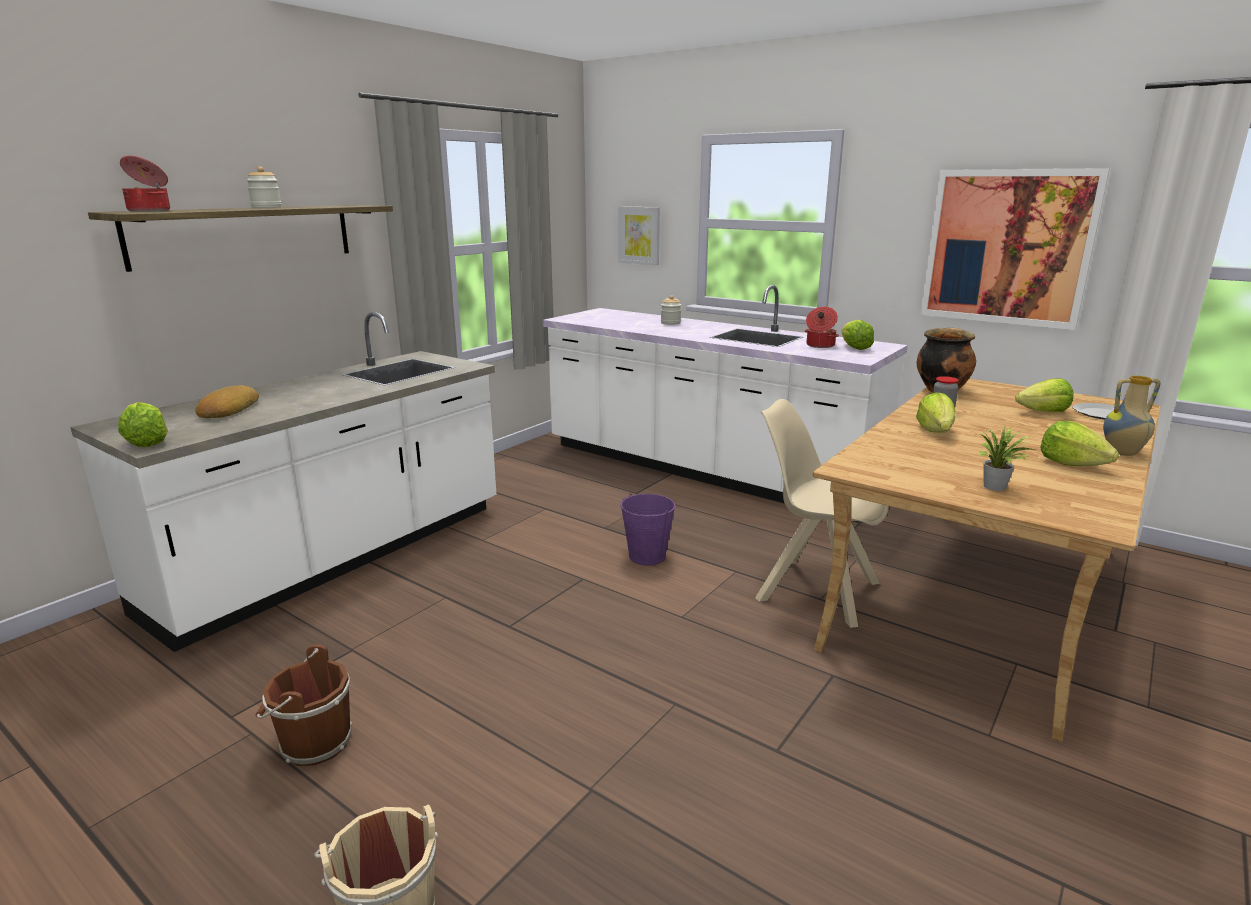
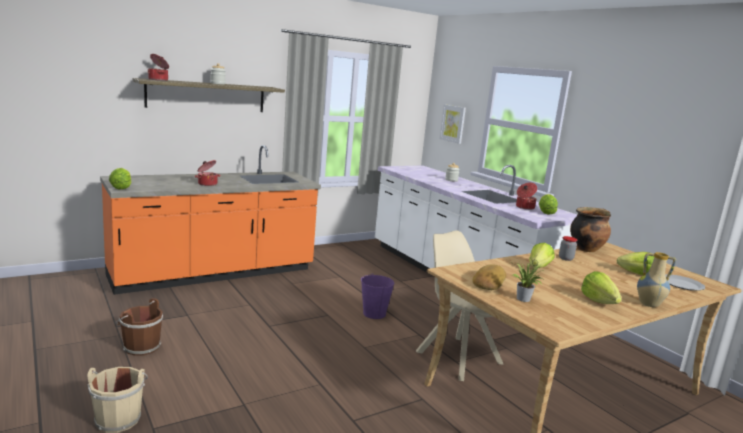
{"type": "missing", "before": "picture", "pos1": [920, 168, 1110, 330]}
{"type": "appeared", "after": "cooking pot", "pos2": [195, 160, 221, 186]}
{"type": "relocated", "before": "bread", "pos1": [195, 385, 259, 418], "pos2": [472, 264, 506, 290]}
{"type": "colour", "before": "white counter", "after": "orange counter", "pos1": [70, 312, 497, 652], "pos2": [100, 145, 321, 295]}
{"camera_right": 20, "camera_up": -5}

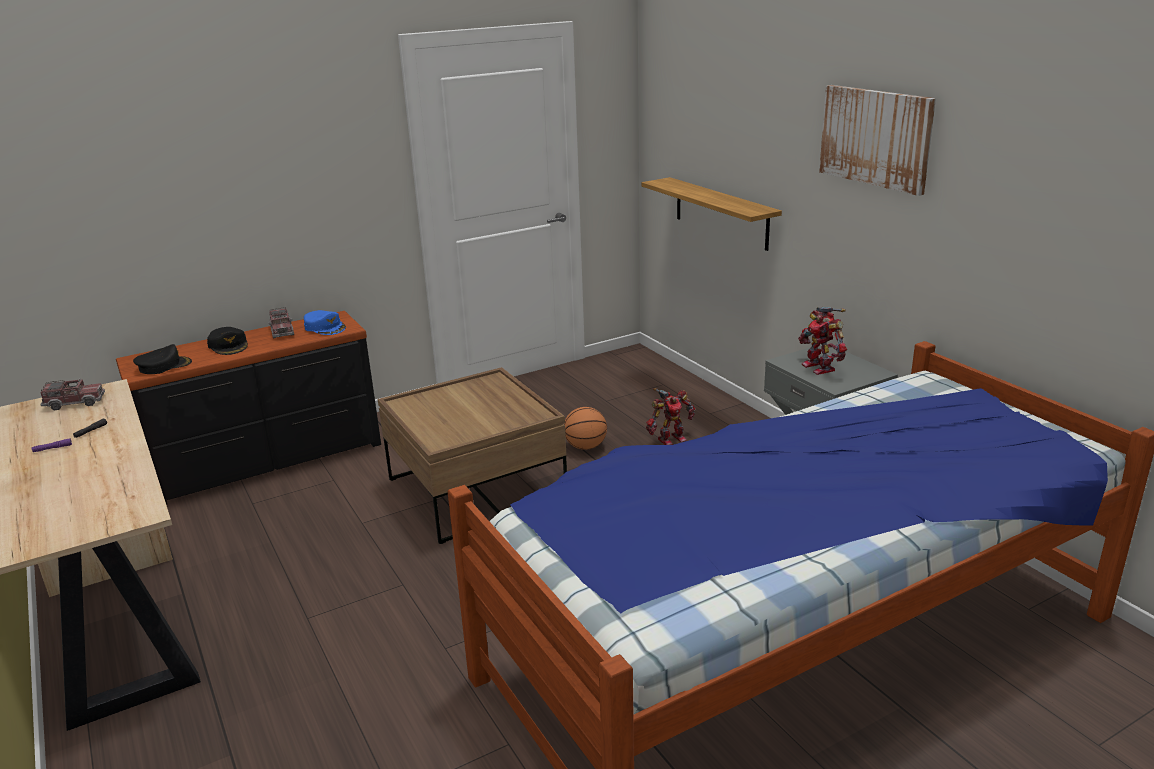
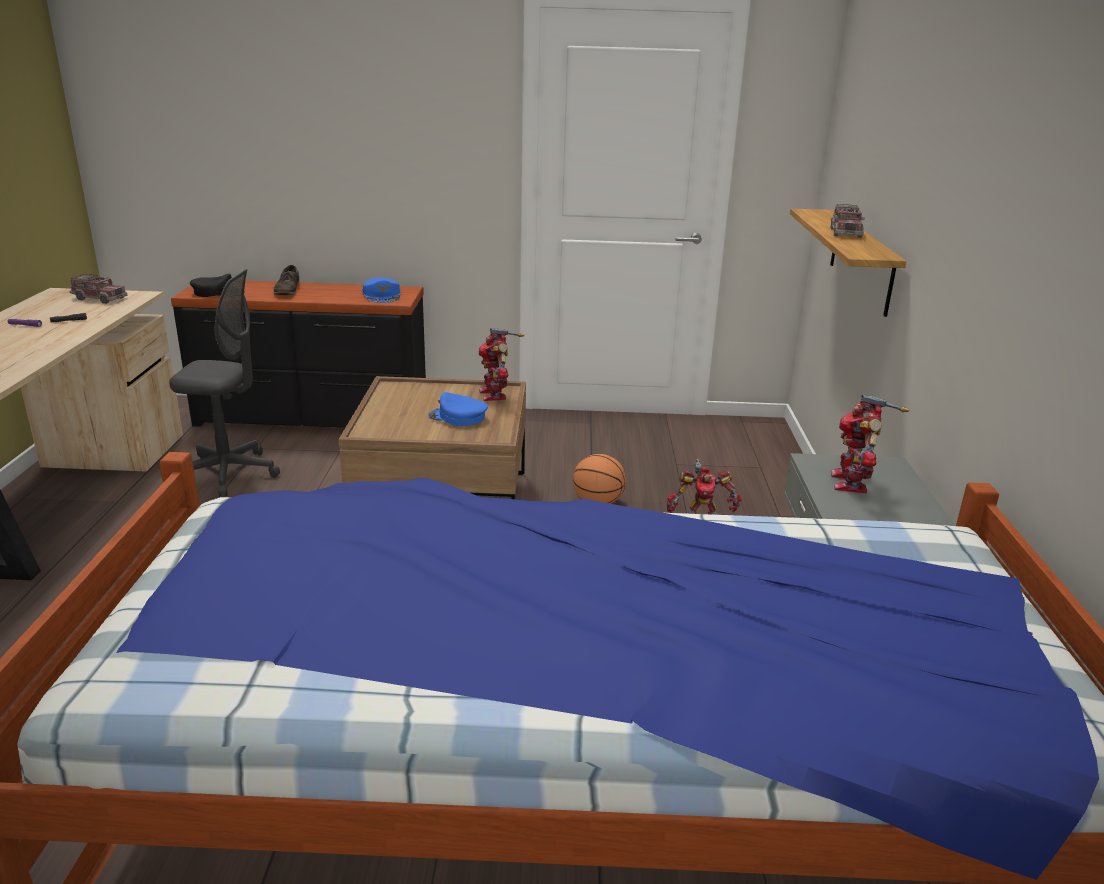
{"type": "missing", "before": "picture", "pos1": [819, 85, 936, 196]}
{"type": "appeared", "after": "grey office chair", "pos2": [169, 269, 280, 497]}
{"type": "appeared", "after": "blue cap", "pos2": [428, 392, 488, 426]}
{"type": "appeared", "after": "toy robot", "pos2": [479, 328, 524, 401]}
{"type": "relocated", "before": "toy truck", "pos1": [269, 307, 294, 338], "pos2": [831, 204, 865, 238]}
{"type": "exchanged", "before": "black cap", "after": "brown shoe", "pos1": [207, 327, 248, 355], "pos2": [273, 265, 299, 295]}
{"camera_right": 30, "camera_up": 0}

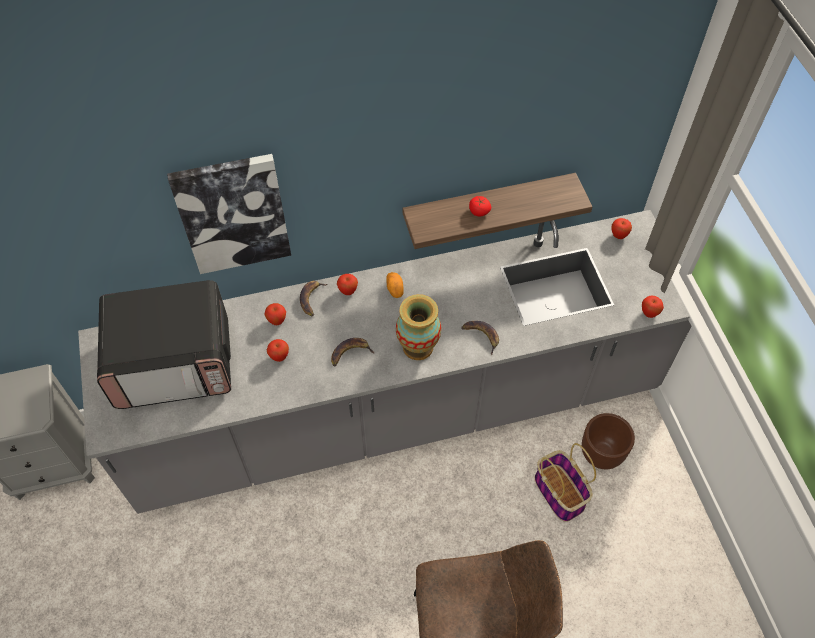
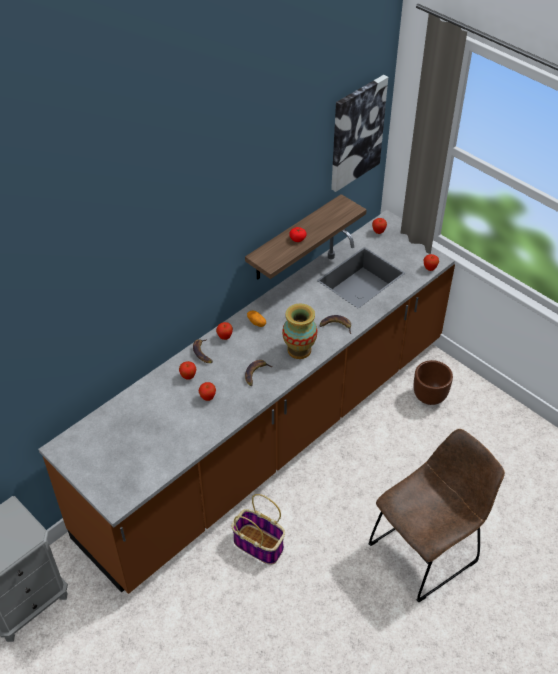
{"type": "missing", "before": "microwave", "pos1": [97, 280, 231, 409]}
{"type": "relocated", "before": "picture", "pos1": [167, 154, 291, 274], "pos2": [331, 75, 388, 192]}
{"type": "relocated", "before": "basket", "pos1": [535, 443, 596, 522], "pos2": [231, 494, 285, 565]}
{"type": "colour", "before": "grey counter", "after": "brown counter", "pos1": [78, 210, 691, 514], "pos2": [38, 210, 455, 594]}
{"camera_right": -30, "camera_up": -10}

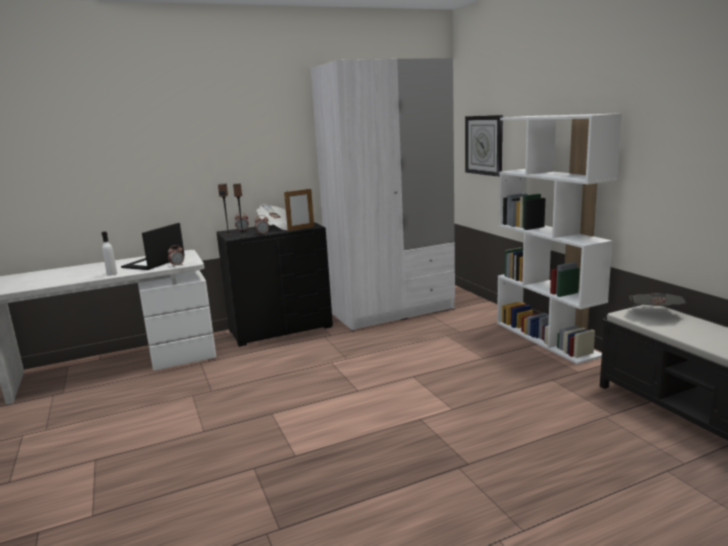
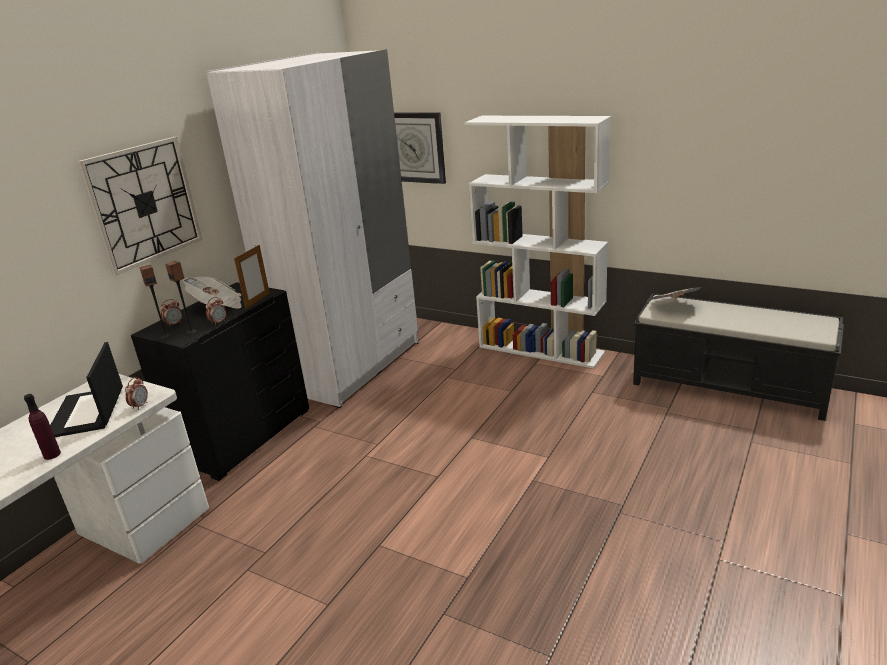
{"type": "appeared", "after": "wall clock", "pos2": [77, 137, 202, 275]}
{"type": "colour", "before": "white bottle", "after": "purple bottle", "pos1": [102, 231, 117, 276], "pos2": [24, 394, 61, 460]}
{"camera_right": -35, "camera_up": 10}

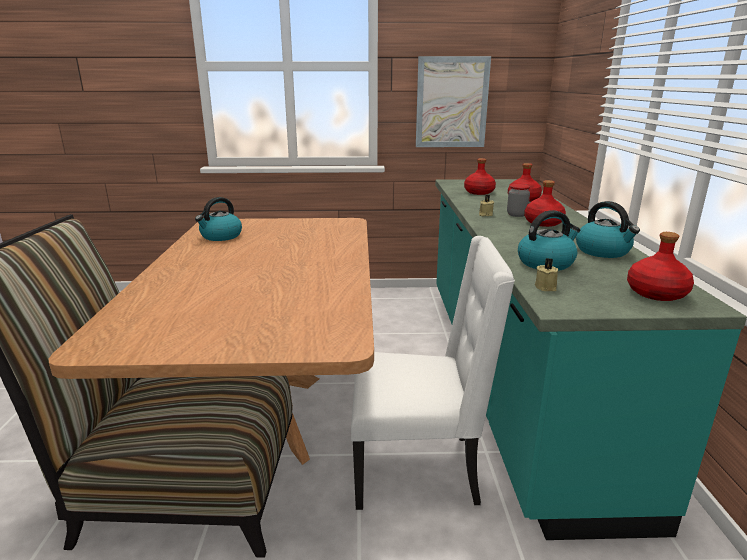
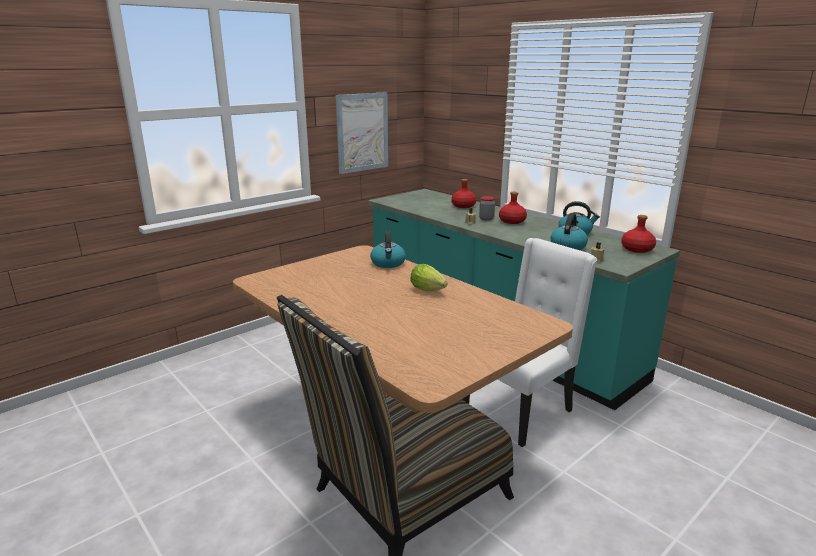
{"type": "missing", "before": "red bottle", "pos1": [464, 158, 496, 195]}
{"type": "appeared", "after": "lettuce", "pos2": [410, 264, 448, 291]}
{"type": "relocated", "before": "kettle", "pos1": [195, 197, 242, 241], "pos2": [370, 230, 406, 268]}
{"camera_right": -40, "camera_up": 0}

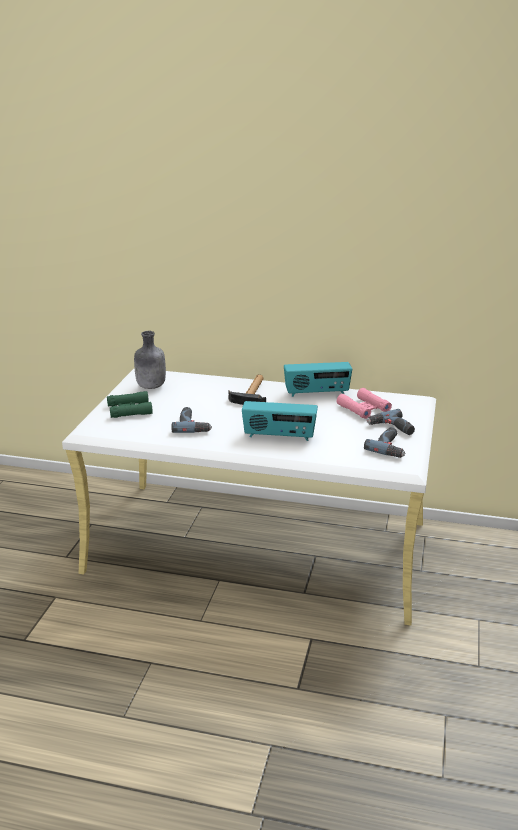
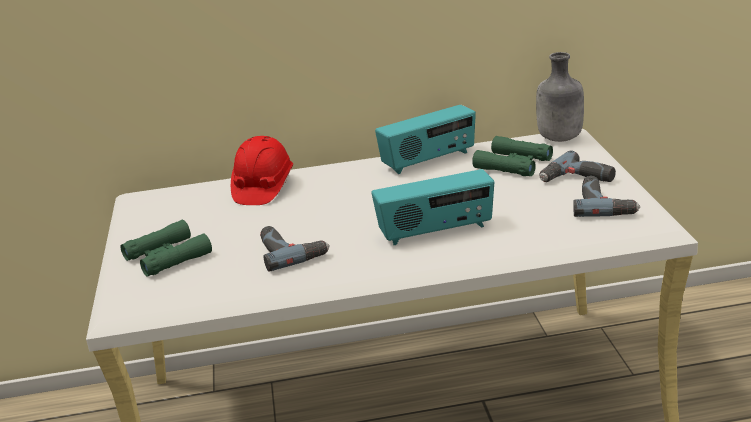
{"type": "missing", "before": "hammer", "pos1": [228, 374, 266, 405]}
{"type": "appeared", "after": "red hard hat", "pos2": [231, 136, 293, 205]}
{"type": "relocated", "before": "grey bottle", "pos1": [134, 331, 166, 389], "pos2": [536, 52, 584, 142]}
{"type": "colour", "before": "pink binoculars", "after": "green binoculars", "pos1": [337, 388, 392, 419], "pos2": [472, 136, 553, 176]}
{"camera_right": -20, "camera_up": 0}

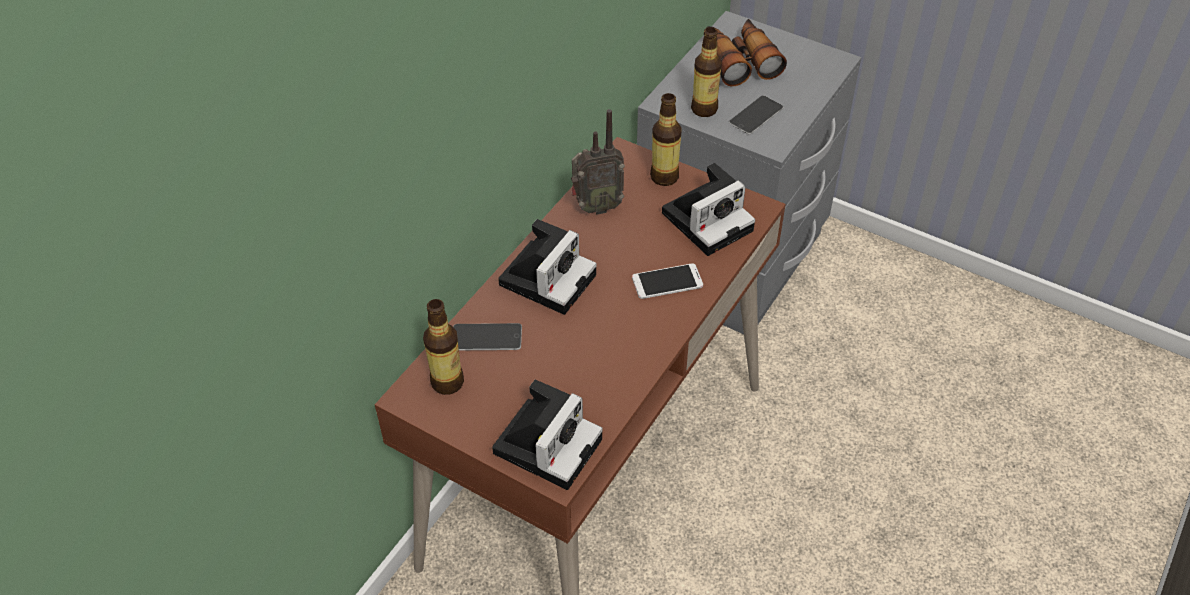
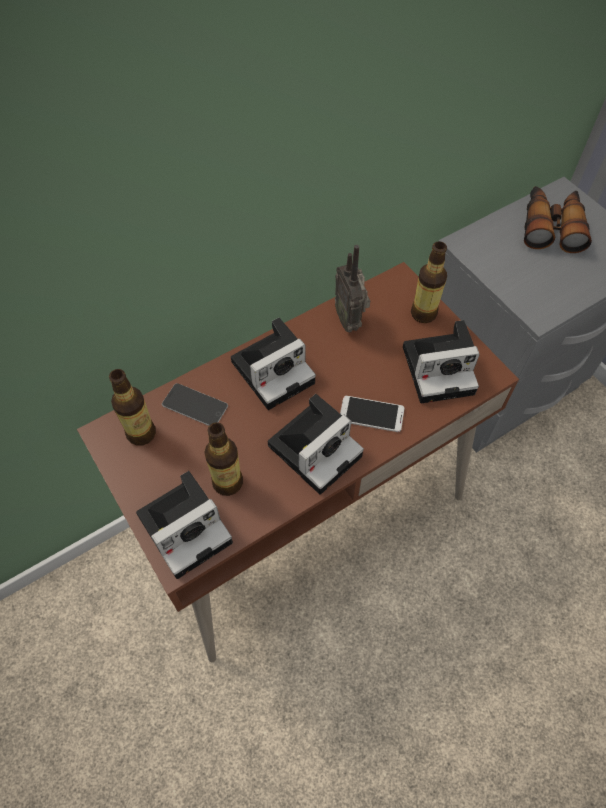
{"type": "missing", "before": "phone", "pos1": [729, 95, 784, 135]}
{"type": "appeared", "after": "photo camera", "pos2": [268, 394, 364, 494]}
{"type": "relocated", "before": "bottle", "pos1": [691, 27, 722, 117], "pos2": [204, 422, 243, 496]}
{"type": "spun", "before": "radio", "pos1": [571, 109, 625, 215], "pos2": [335, 245, 370, 332], "turn": 60}
{"camera_right": 25, "camera_up": 10}

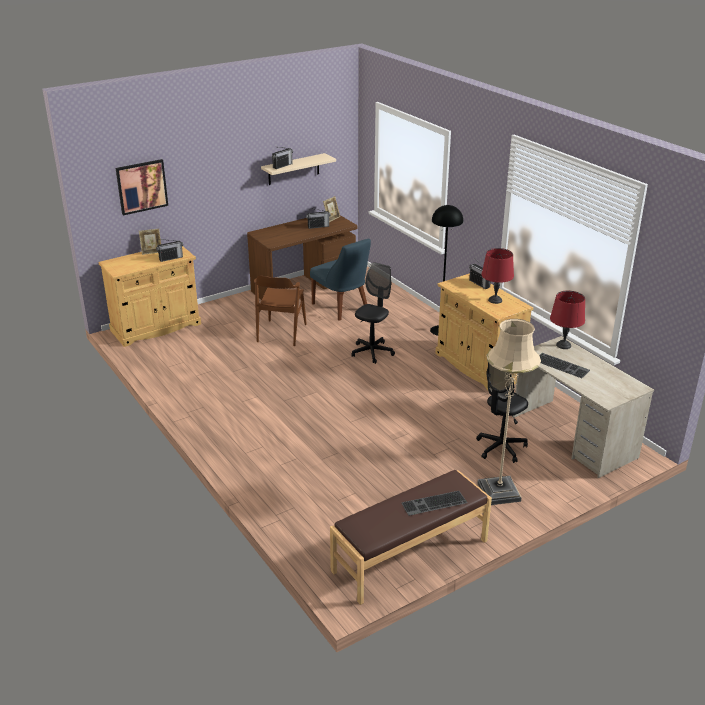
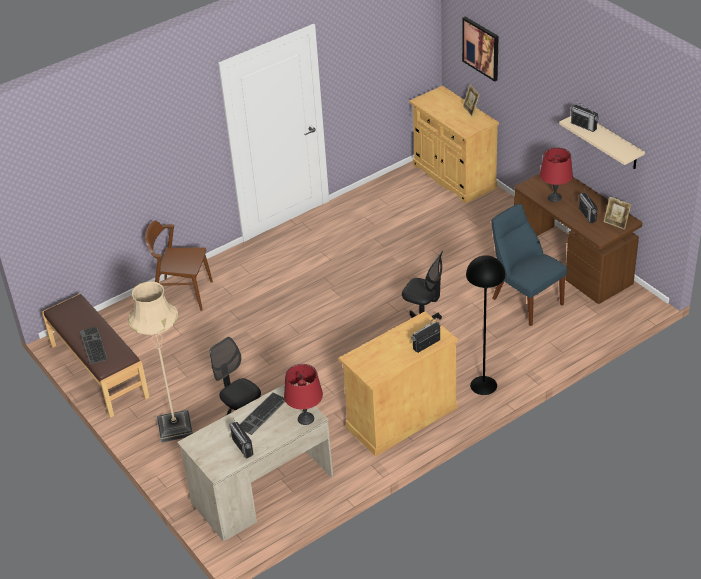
{"type": "relocated", "before": "radio", "pos1": [156, 239, 183, 262], "pos2": [230, 418, 254, 459]}
{"type": "relocated", "before": "brown chair", "pos1": [254, 275, 307, 346], "pos2": [145, 220, 213, 311]}
{"type": "relocated", "before": "red table lamp", "pos1": [481, 248, 514, 304], "pos2": [540, 147, 573, 202]}
{"type": "spun", "before": "blue chair", "pos1": [310, 239, 371, 321], "pos2": [492, 204, 567, 326], "turn": 90}
{"camera_right": 90, "camera_up": 10}

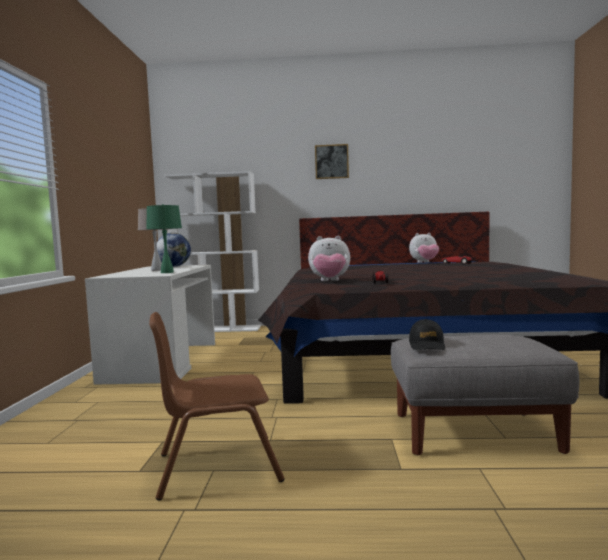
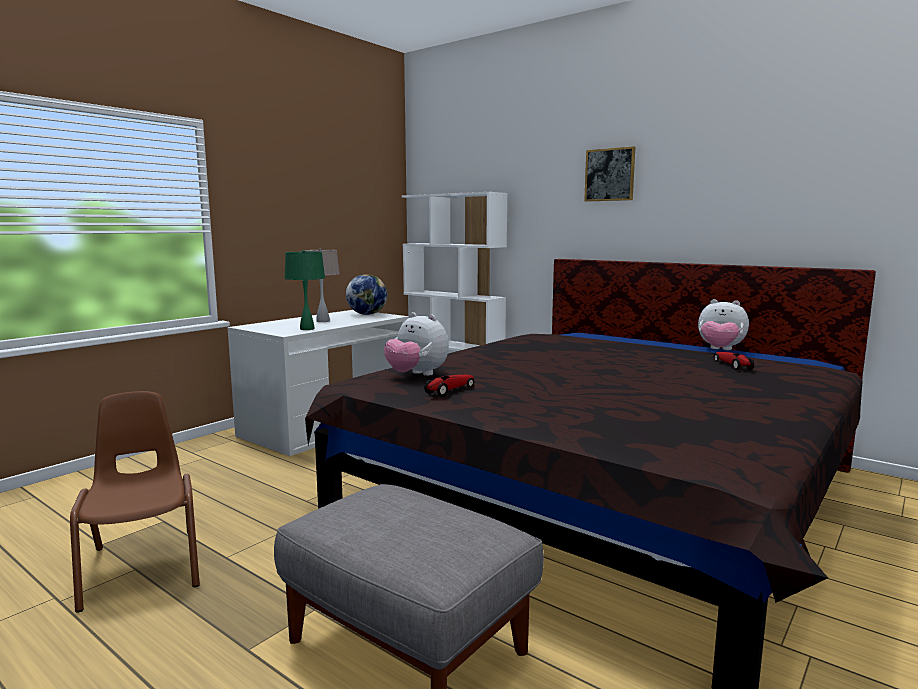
{"type": "missing", "before": "black cap", "pos1": [409, 319, 445, 350]}
{"type": "spun", "before": "brown chair", "pos1": [149, 312, 285, 500], "pos2": [70, 391, 200, 613], "turn": 45}
{"camera_right": 35, "camera_up": 5}

